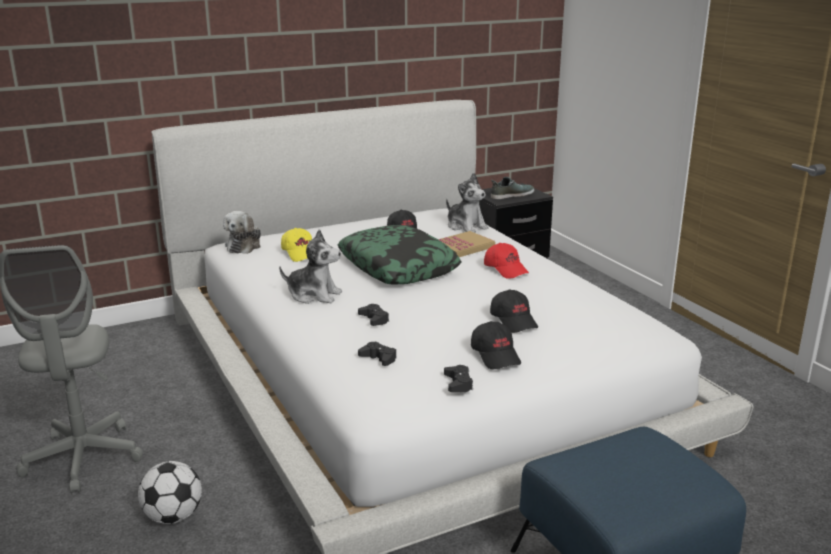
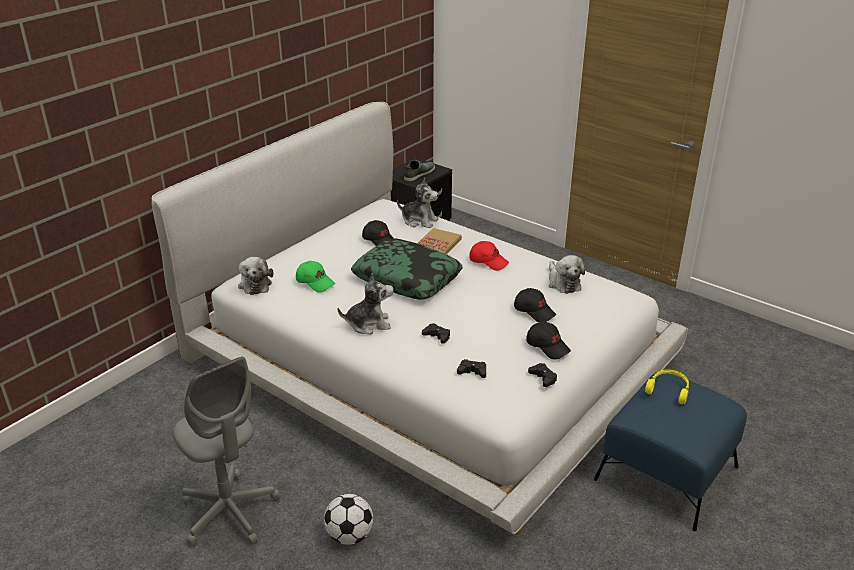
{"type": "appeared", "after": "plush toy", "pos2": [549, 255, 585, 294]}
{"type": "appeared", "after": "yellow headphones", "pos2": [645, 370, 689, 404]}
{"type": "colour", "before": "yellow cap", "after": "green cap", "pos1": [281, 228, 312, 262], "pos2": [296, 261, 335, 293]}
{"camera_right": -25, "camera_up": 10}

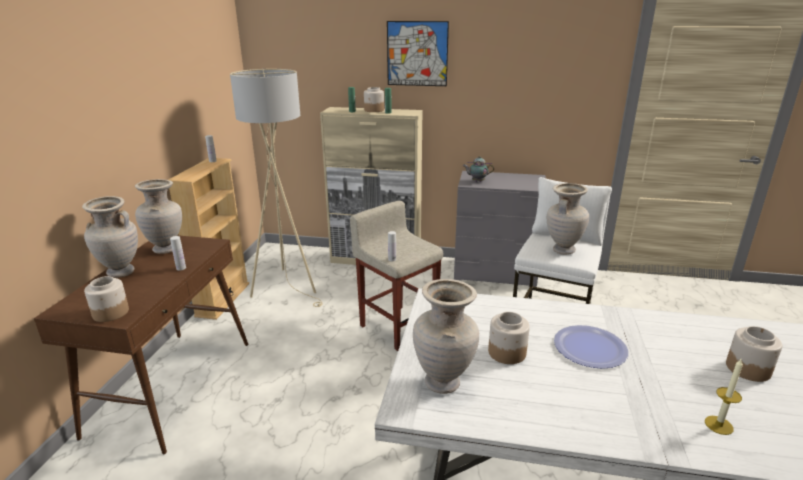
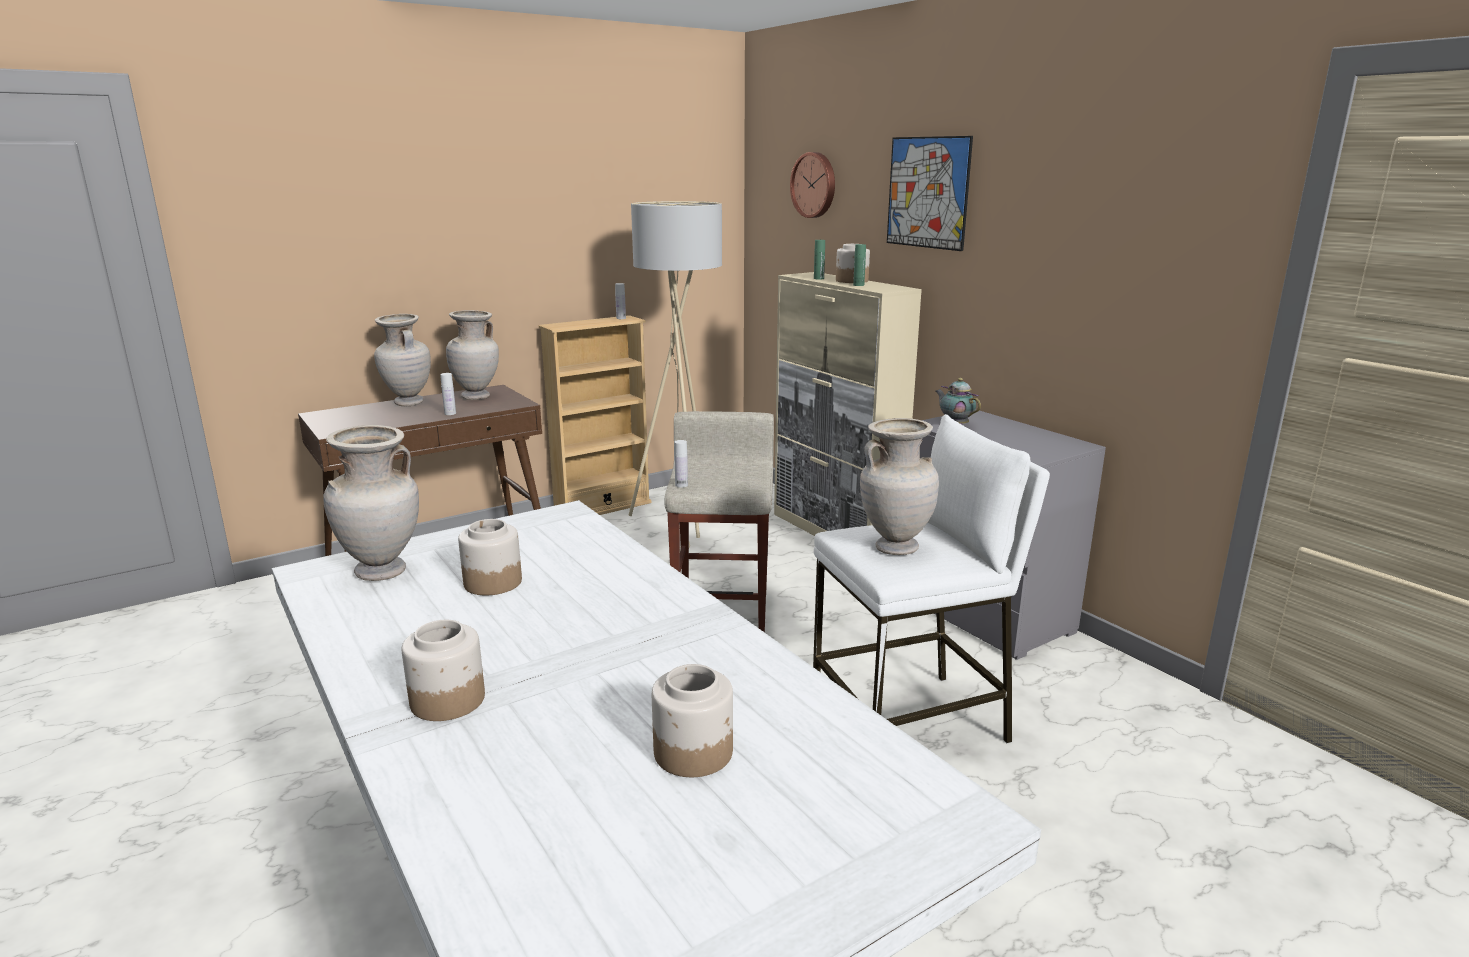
{"type": "missing", "before": "plate", "pos1": [554, 325, 629, 369]}
{"type": "missing", "before": "candle", "pos1": [705, 359, 743, 435]}
{"type": "appeared", "after": "wall clock", "pos2": [790, 152, 835, 218]}
{"type": "relocated", "before": "jar", "pos1": [84, 276, 129, 322], "pos2": [402, 620, 485, 721]}
{"camera_right": 45, "camera_up": -5}

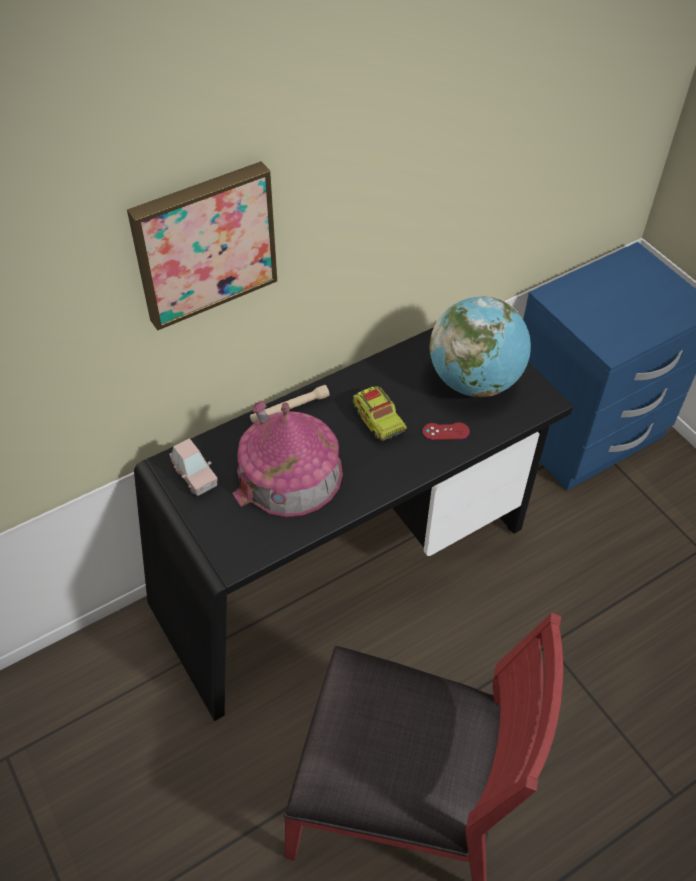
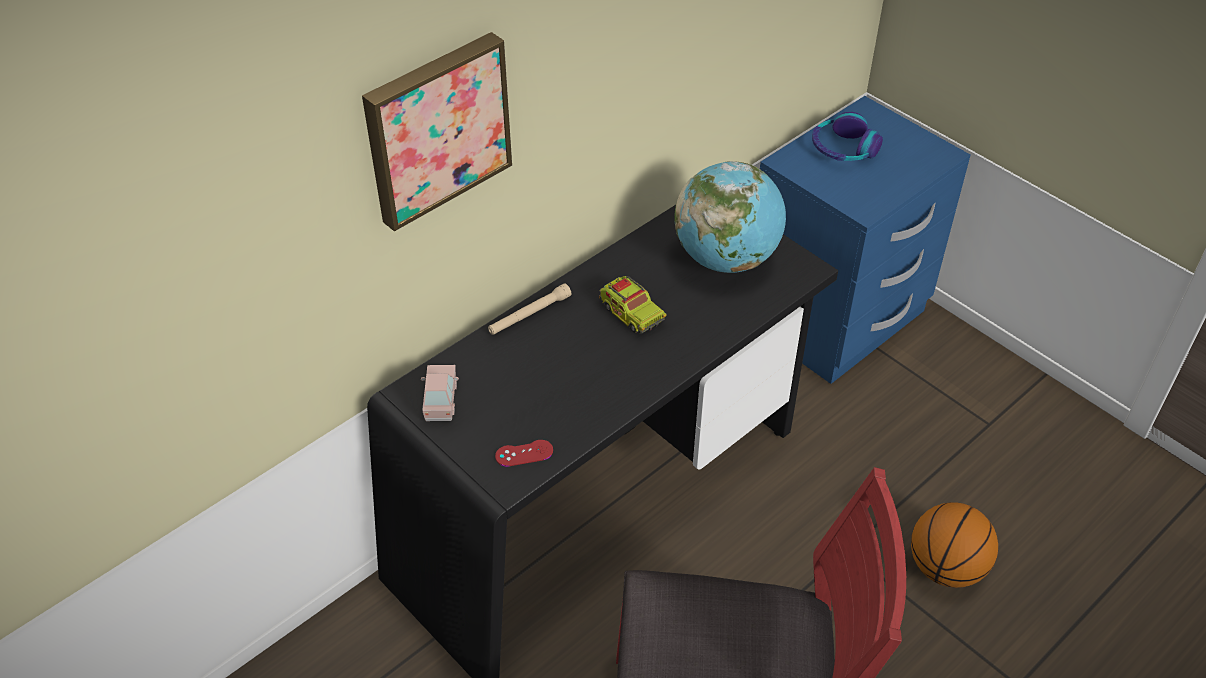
{"type": "missing", "before": "toy house", "pos1": [232, 401, 343, 517]}
{"type": "appeared", "after": "headphones", "pos2": [812, 112, 883, 161]}
{"type": "appeared", "after": "basketball", "pos2": [911, 502, 998, 588]}
{"type": "relocated", "before": "red game controller", "pos1": [422, 422, 470, 440], "pos2": [495, 440, 553, 467]}
{"type": "spun", "before": "pink toy car", "pos1": [169, 438, 218, 496], "pos2": [421, 365, 459, 421], "turn": -135}
{"camera_right": -10, "camera_up": -5}

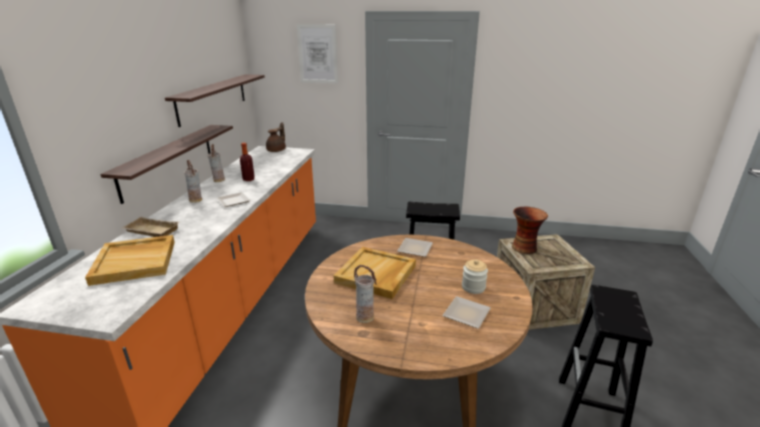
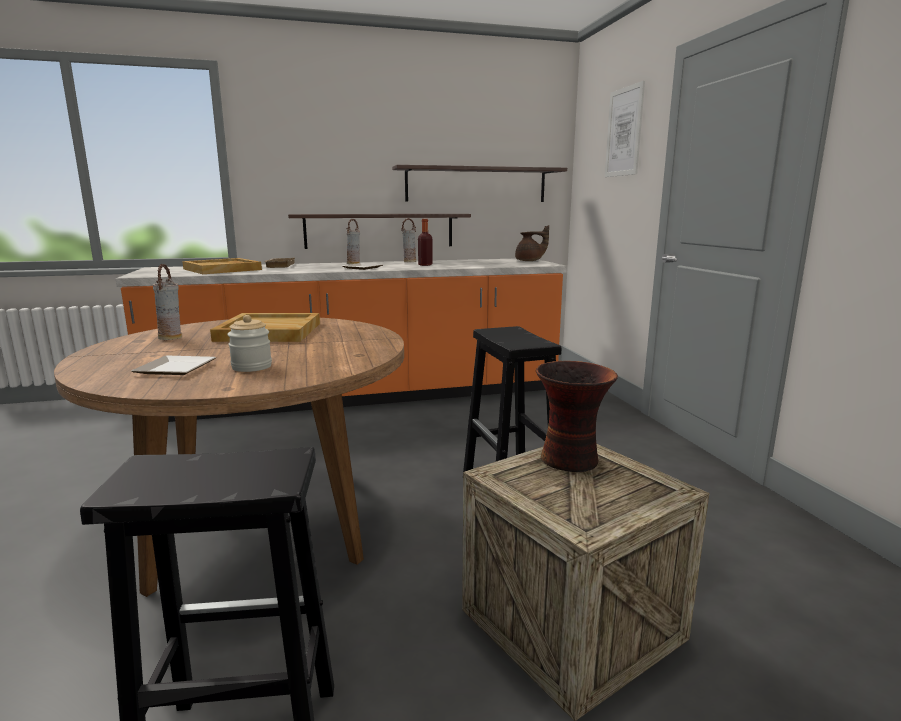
{"type": "missing", "before": "plate", "pos1": [397, 238, 433, 257]}
{"camera_right": 65, "camera_up": -10}

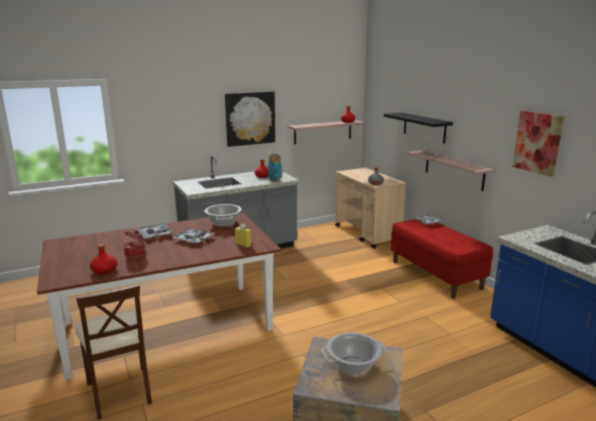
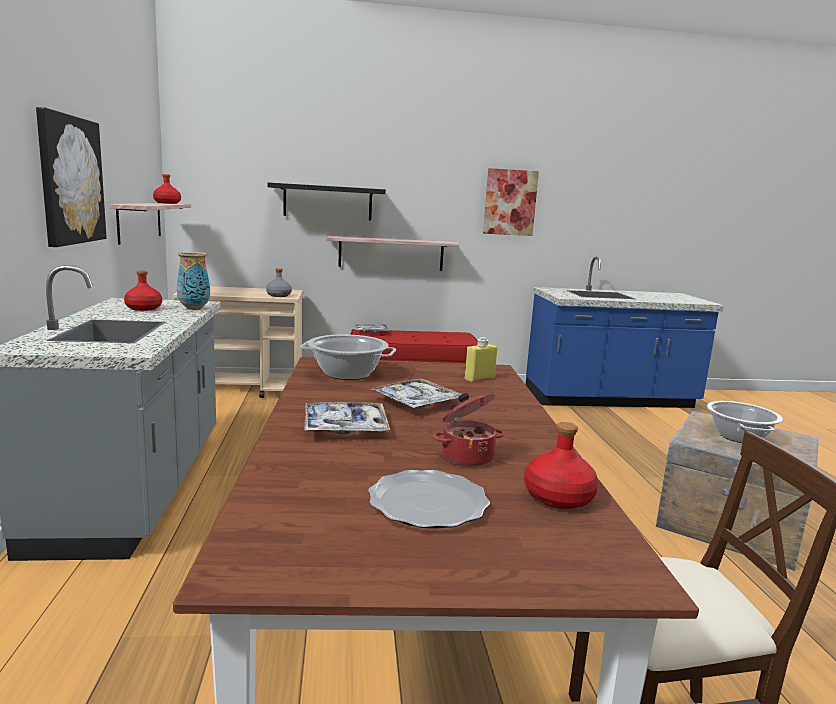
{"type": "appeared", "after": "plate", "pos2": [368, 470, 490, 529]}
{"camera_right": -70, "camera_up": -5}

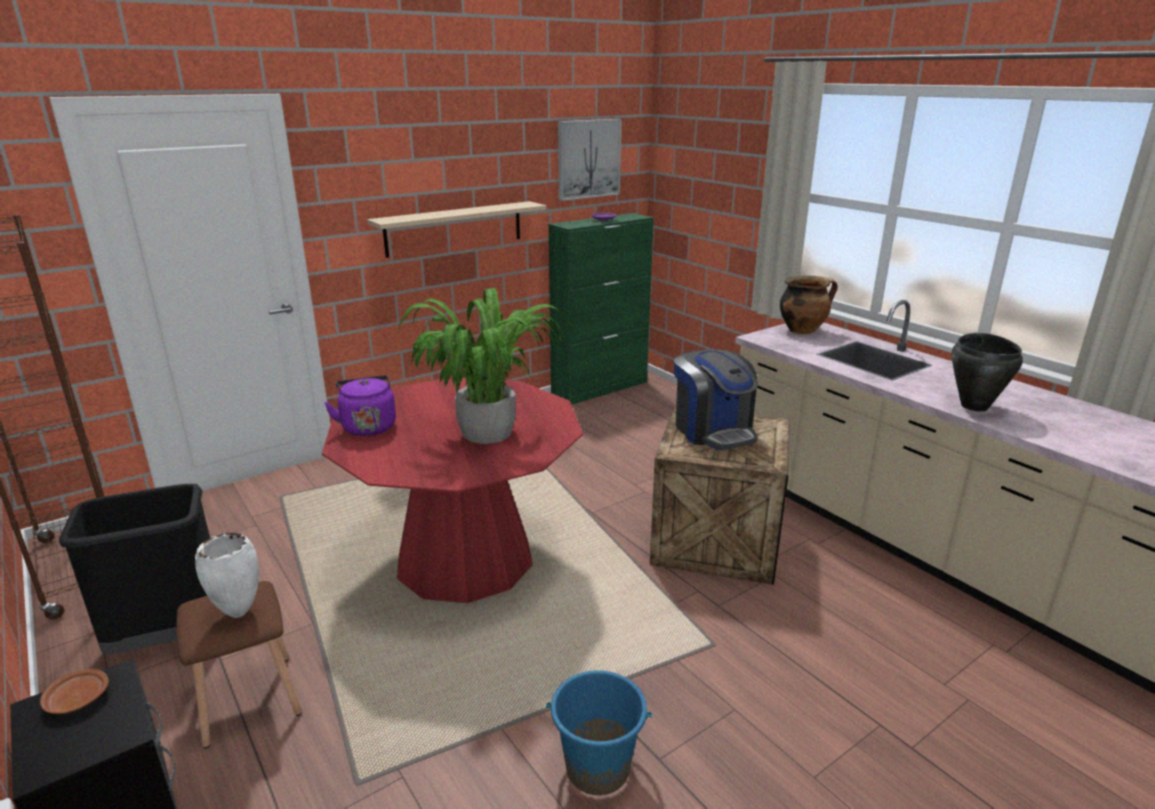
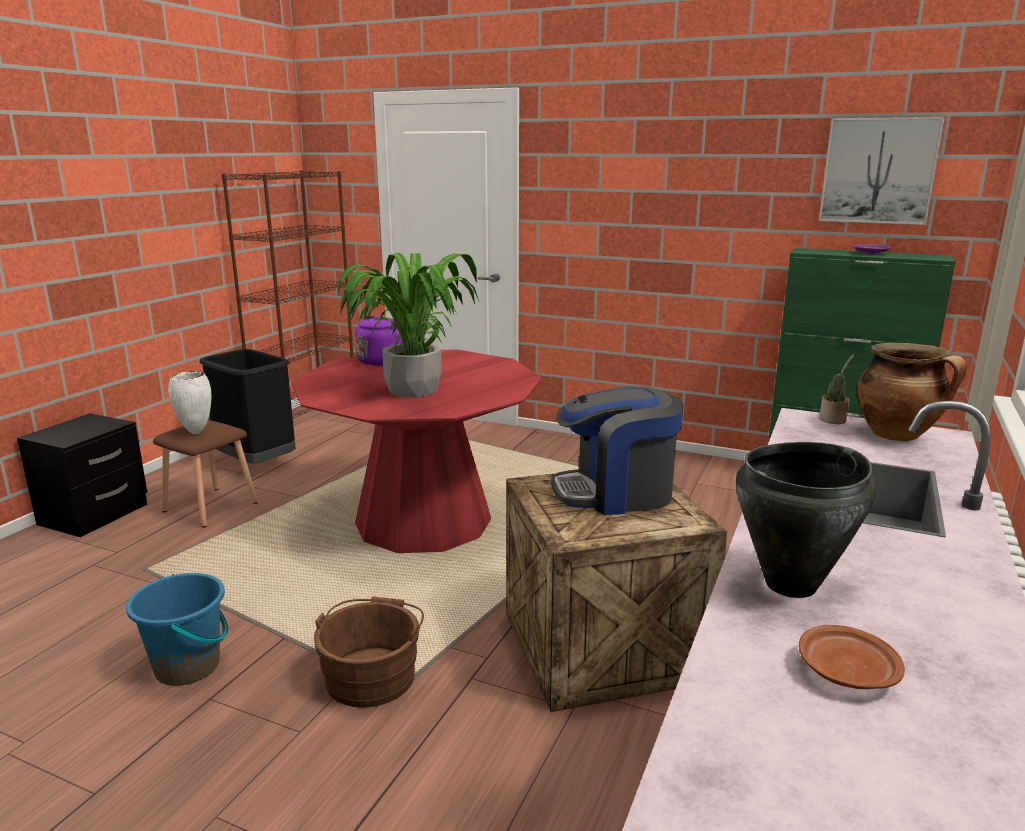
{"type": "missing", "before": "beige shelf", "pos1": [367, 201, 546, 258]}
{"type": "appeared", "after": "brown bucket", "pos2": [314, 596, 424, 708]}
{"type": "appeared", "after": "potted plant", "pos2": [819, 355, 854, 424]}
{"type": "relocated", "before": "brown plate", "pos1": [40, 669, 109, 714], "pos2": [799, 625, 905, 689]}
{"type": "spun", "before": "coffee machine", "pos1": [674, 350, 758, 450], "pos2": [551, 386, 683, 515], "turn": 45}
{"camera_right": 60, "camera_up": -5}

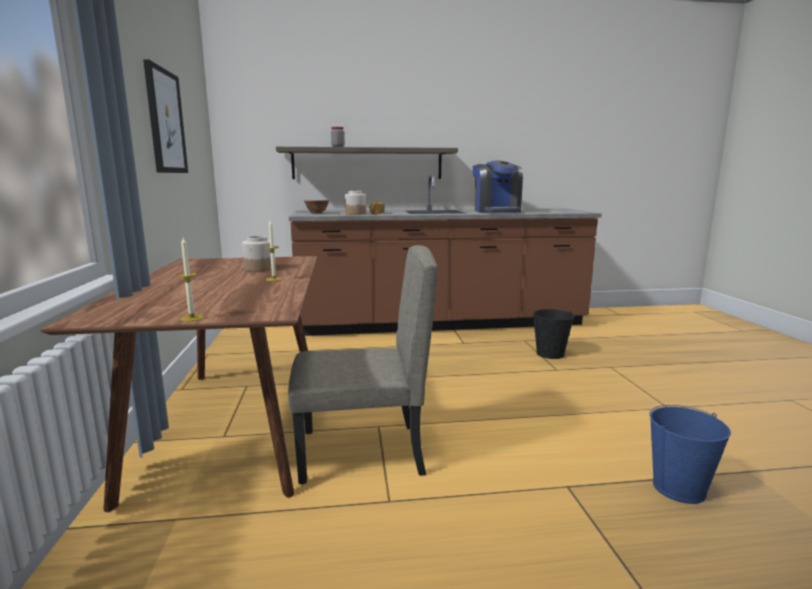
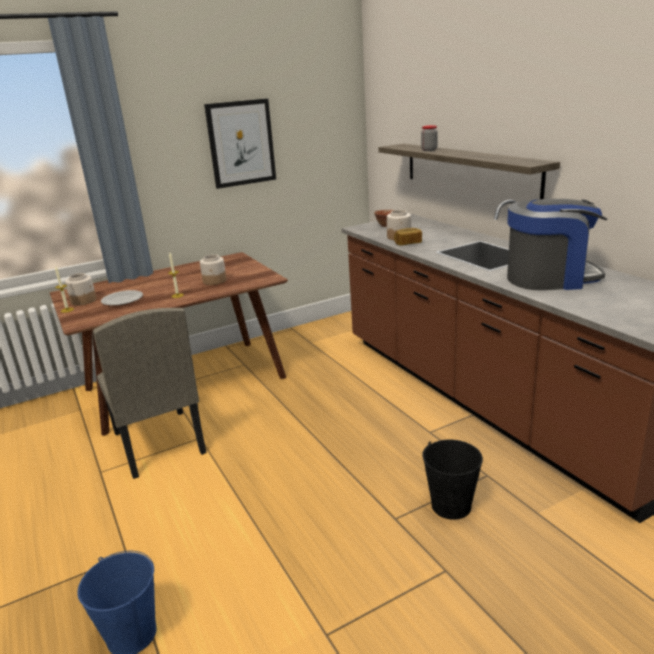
{"type": "appeared", "after": "jar", "pos2": [65, 273, 96, 306]}
{"type": "appeared", "after": "plate", "pos2": [101, 290, 143, 306]}
{"type": "spun", "before": "coffee machine", "pos1": [473, 161, 523, 213], "pos2": [507, 199, 607, 290], "turn": -150}
{"camera_right": 70, "camera_up": 10}

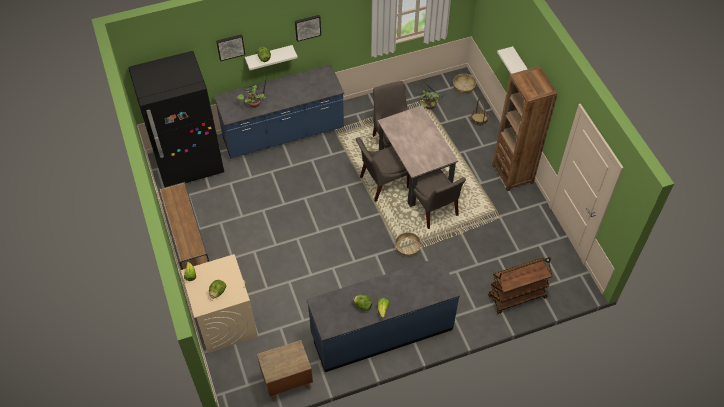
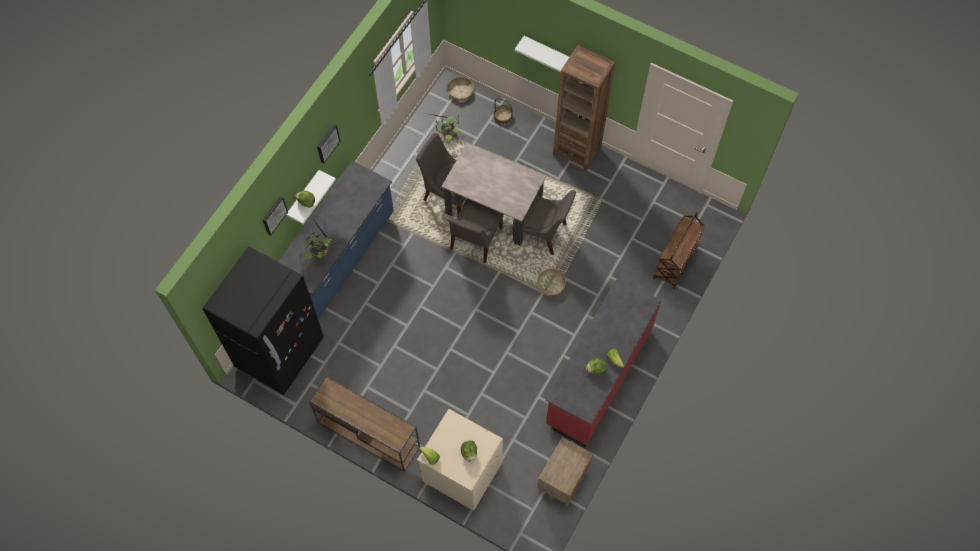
{"type": "colour", "before": "blue counter", "after": "red counter", "pos1": [306, 257, 460, 372], "pos2": [546, 277, 662, 447]}
{"camera_right": -40, "camera_up": 10}

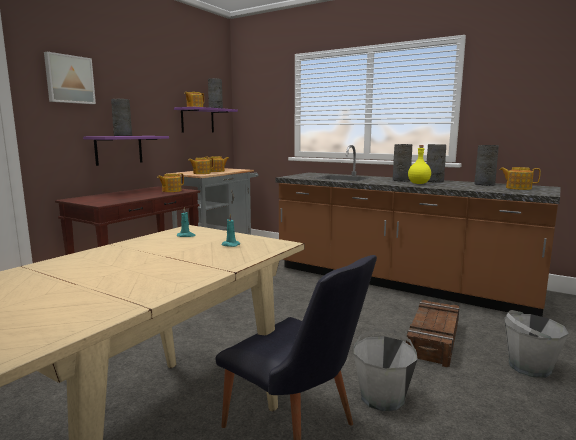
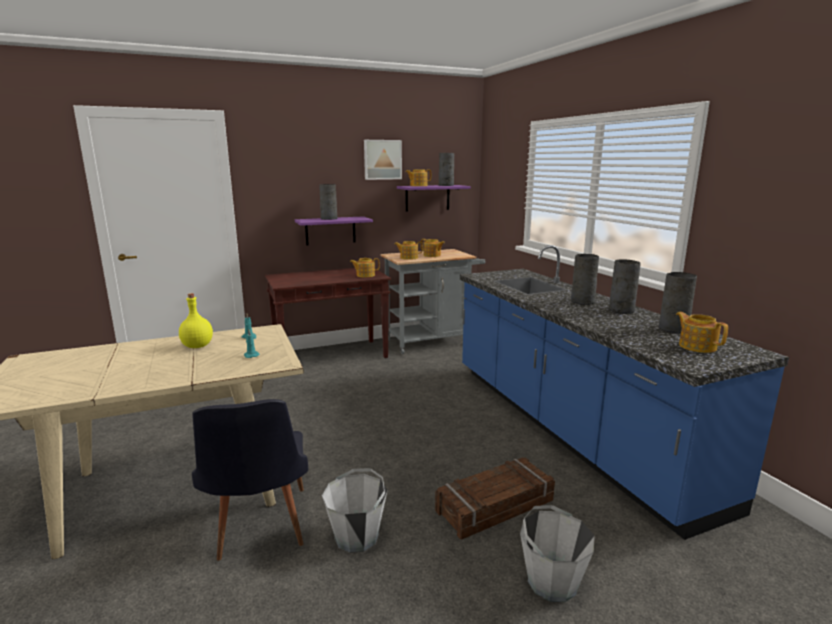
{"type": "relocated", "before": "picture", "pos1": [44, 52, 96, 104], "pos2": [364, 140, 402, 180]}
{"type": "relocated", "before": "yellow bottle", "pos1": [408, 145, 431, 184], "pos2": [179, 293, 213, 348]}
{"type": "colour", "before": "brown counter", "after": "blue counter", "pos1": [275, 145, 561, 317], "pos2": [460, 245, 789, 540]}
{"camera_right": 35, "camera_up": 5}

